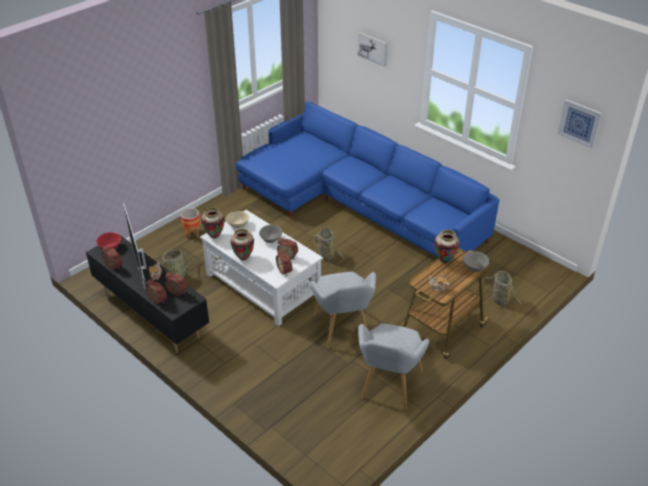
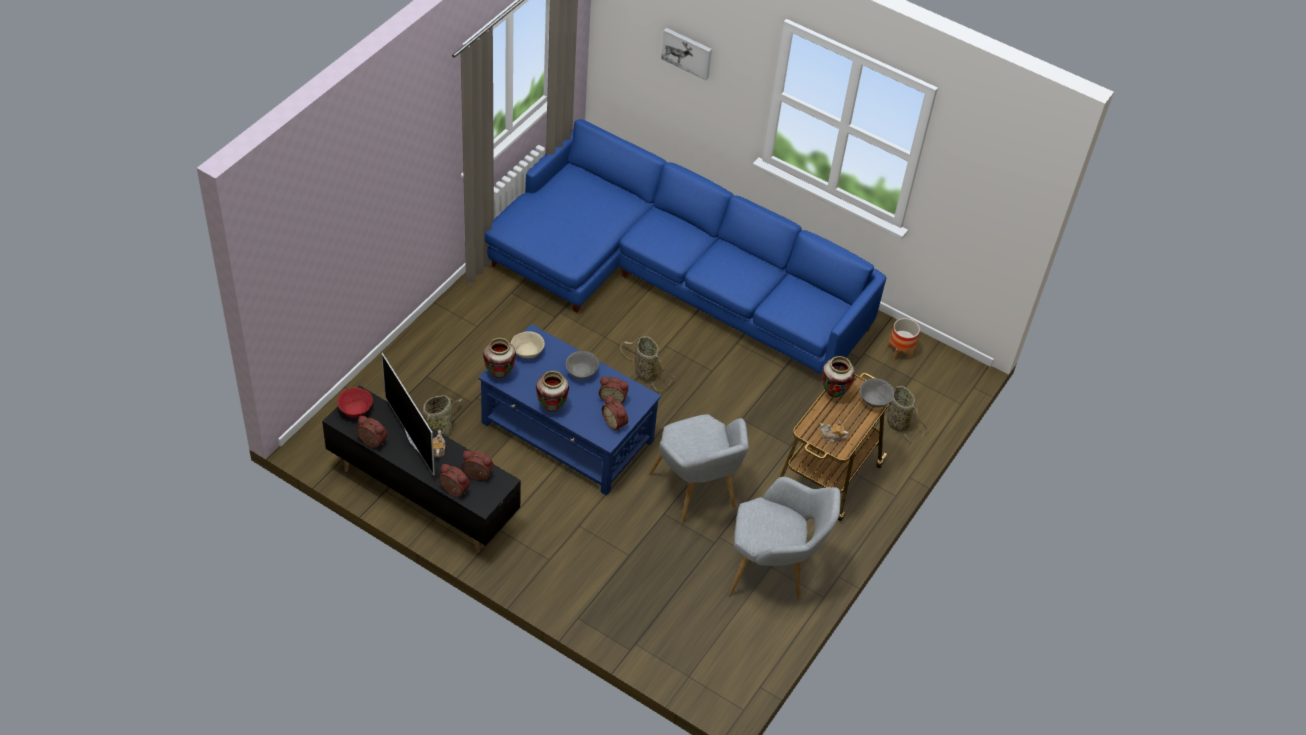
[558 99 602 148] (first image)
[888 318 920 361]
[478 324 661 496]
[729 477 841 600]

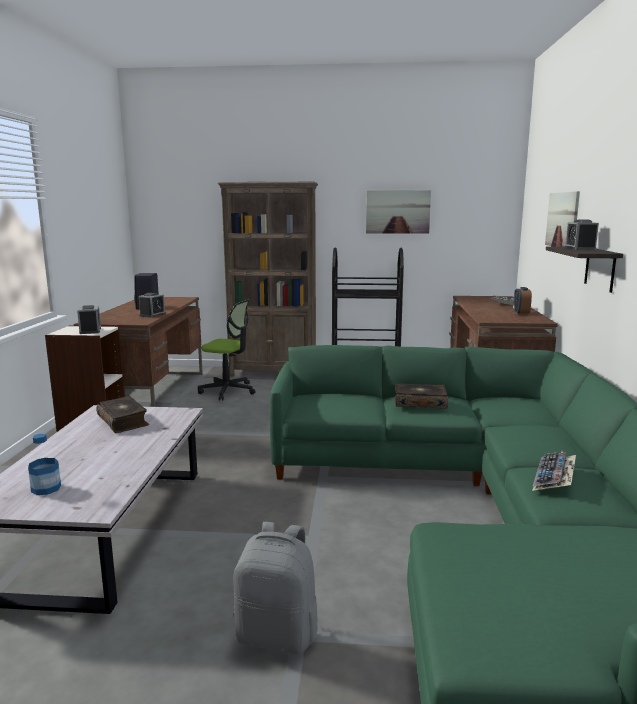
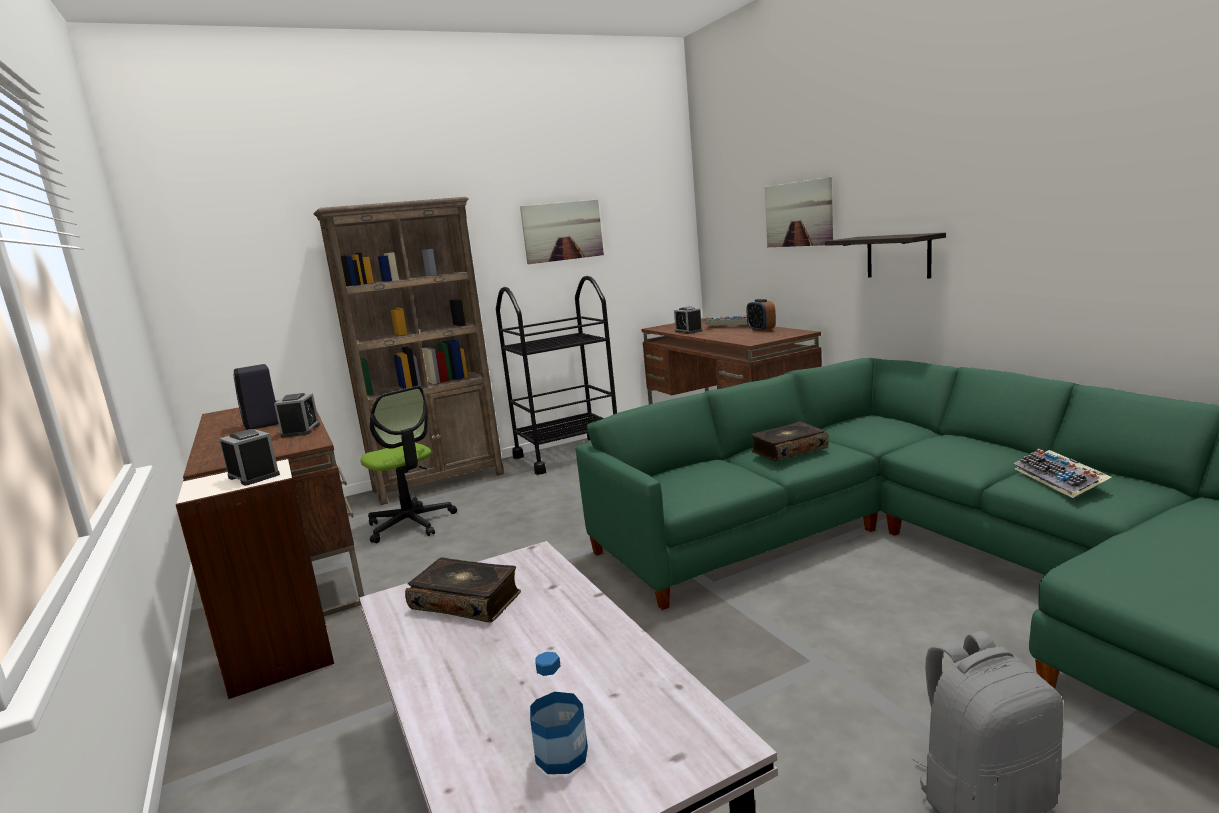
[674 306 703 334]
[361 386 457 543]

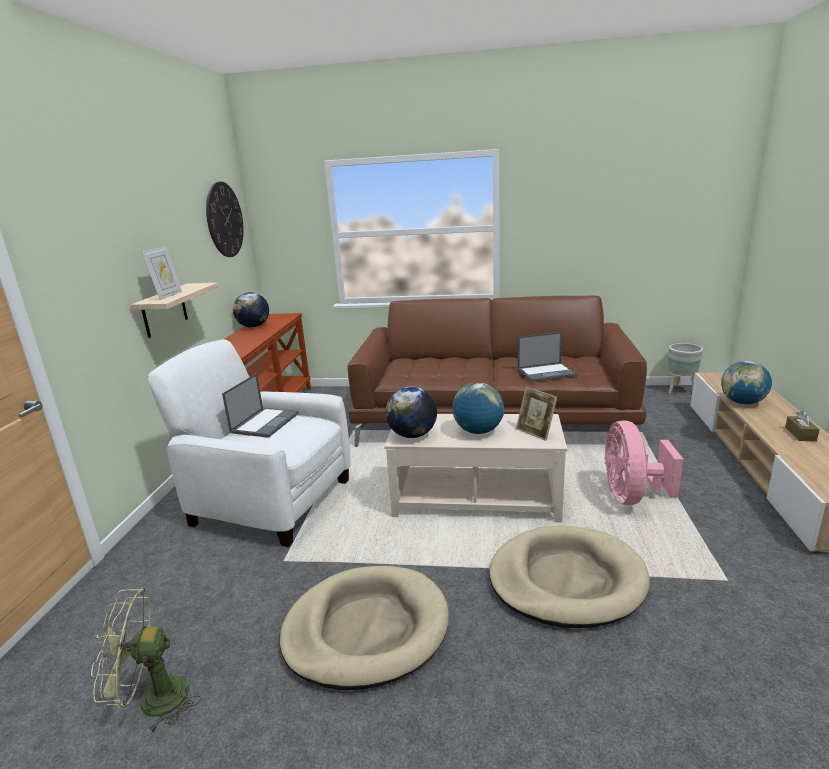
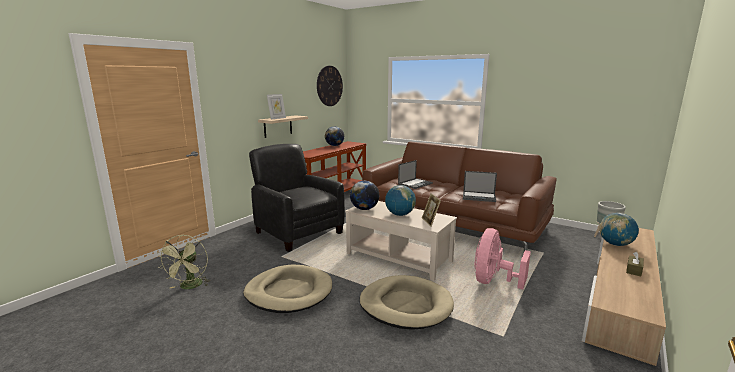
[249 144 345 252]
[398 160 433 189]
[158 235 208 289]

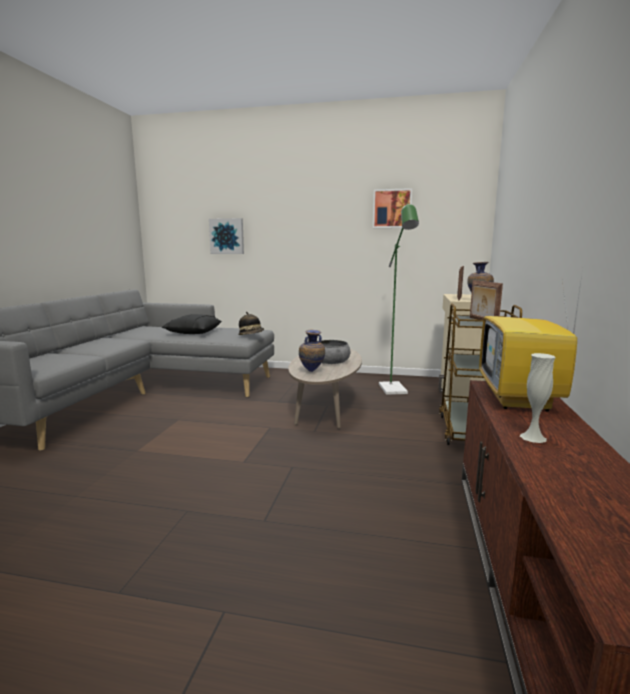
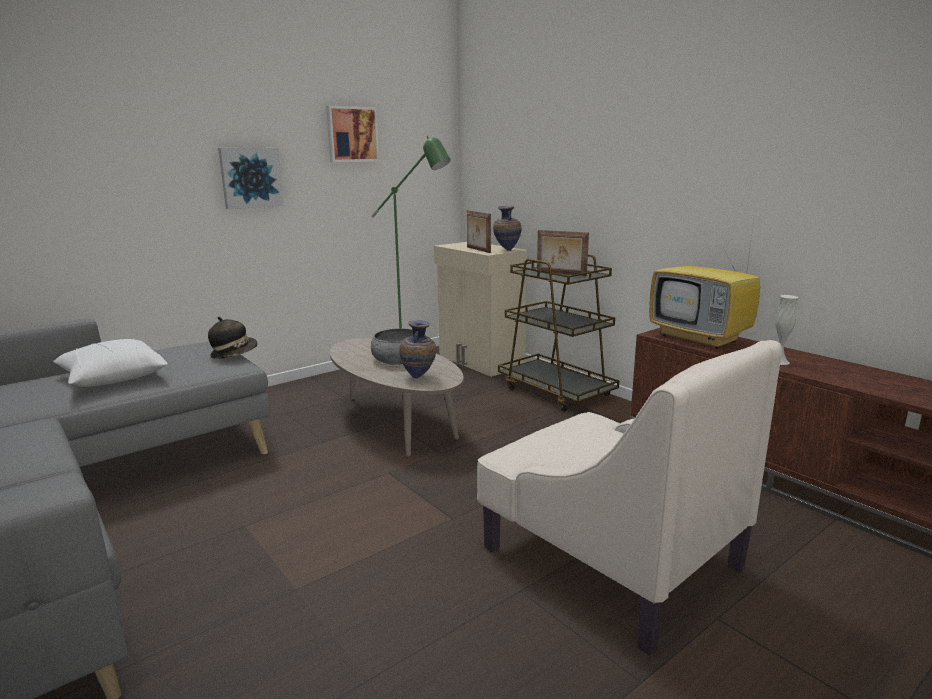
[218 148 284 209]
[53 338 168 387]
[477 340 782 656]

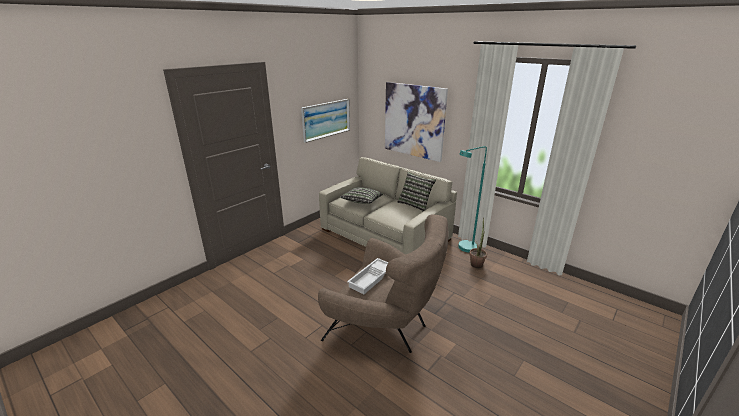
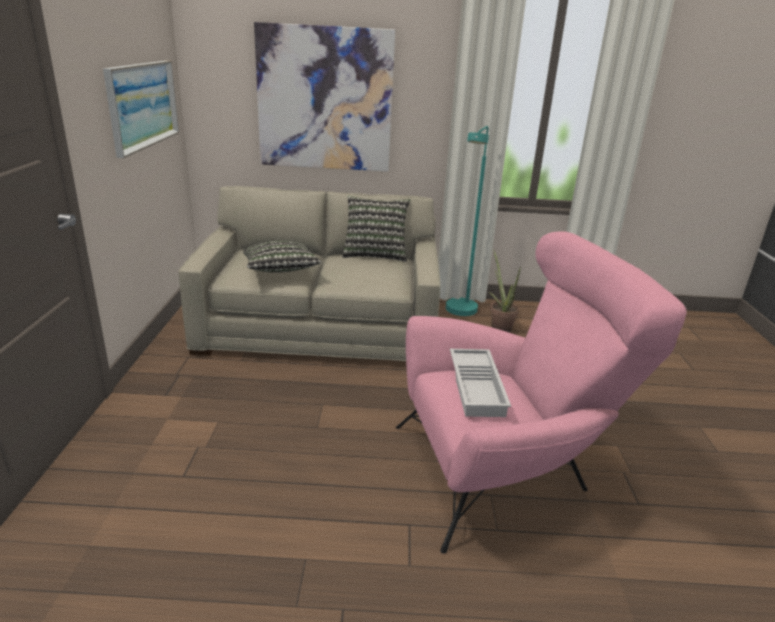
[396 231 687 554]

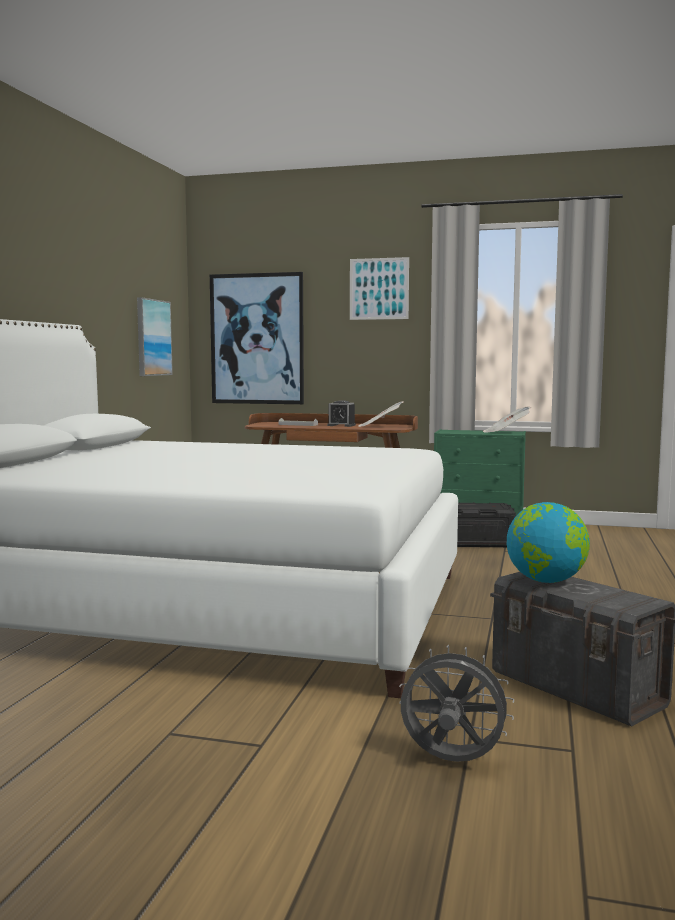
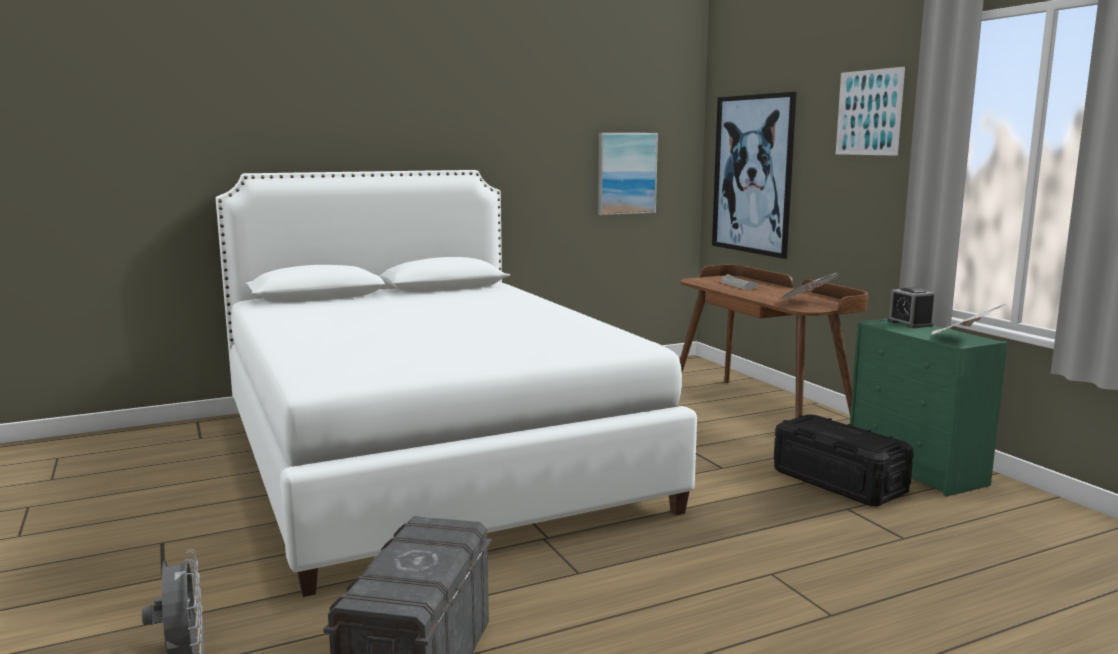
[888 287 935 328]
[507 502 590 583] (first image)

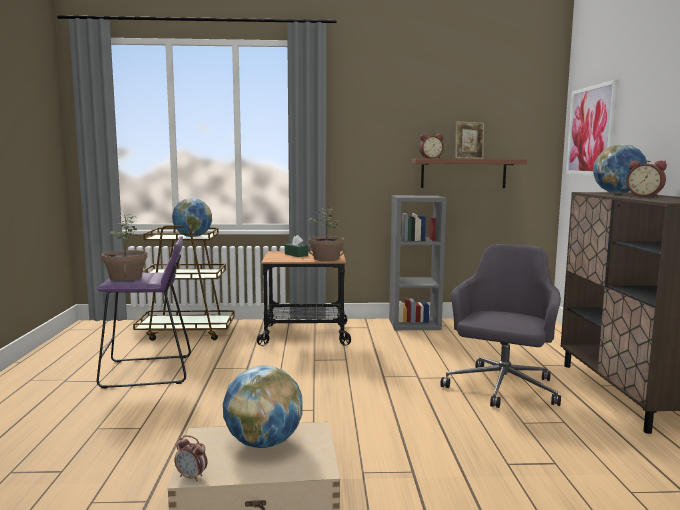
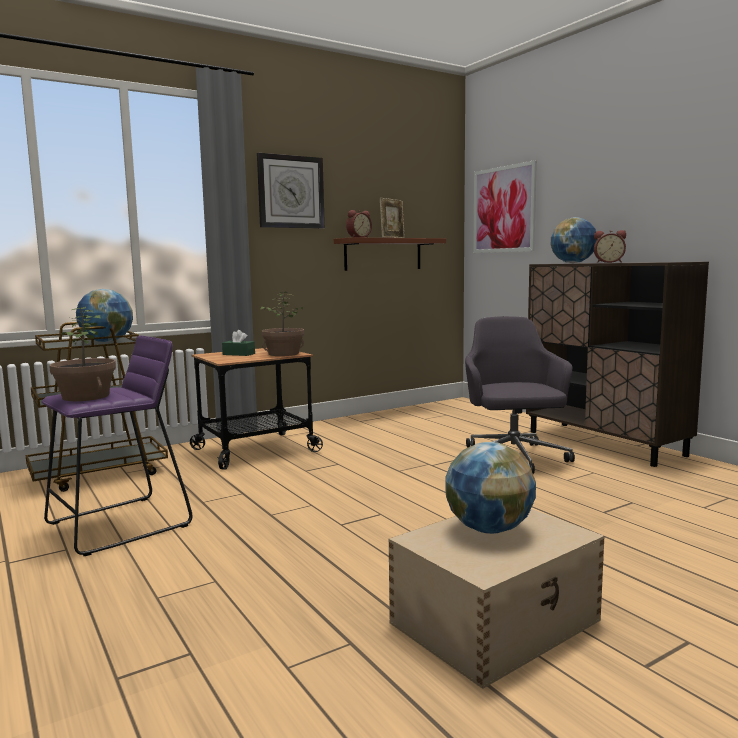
[389 195 446 330] (first image)
[175 435 208 482] (first image)
[257 153 325 228]

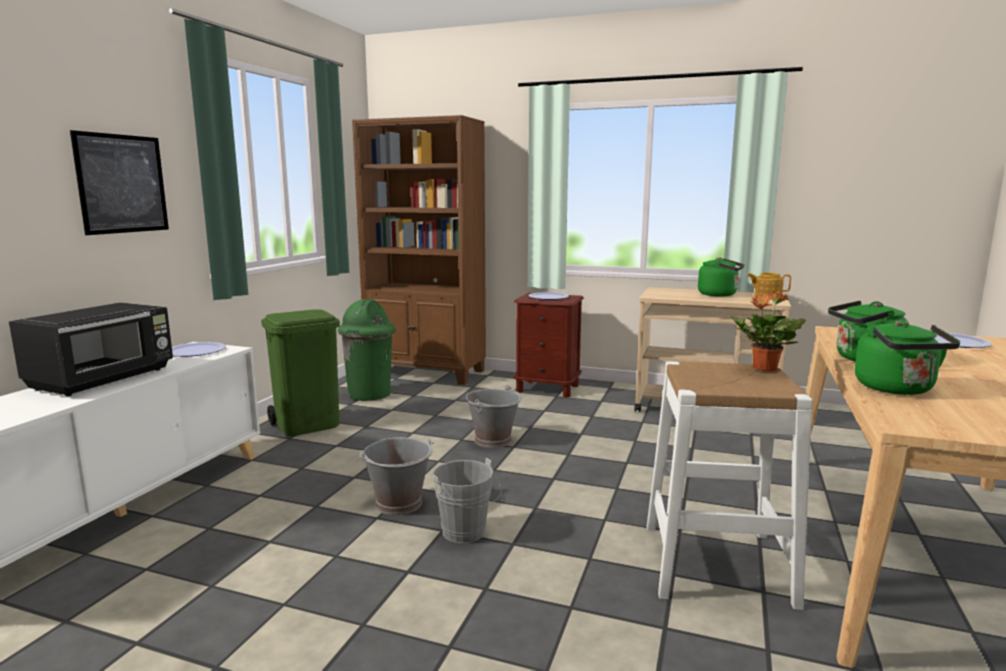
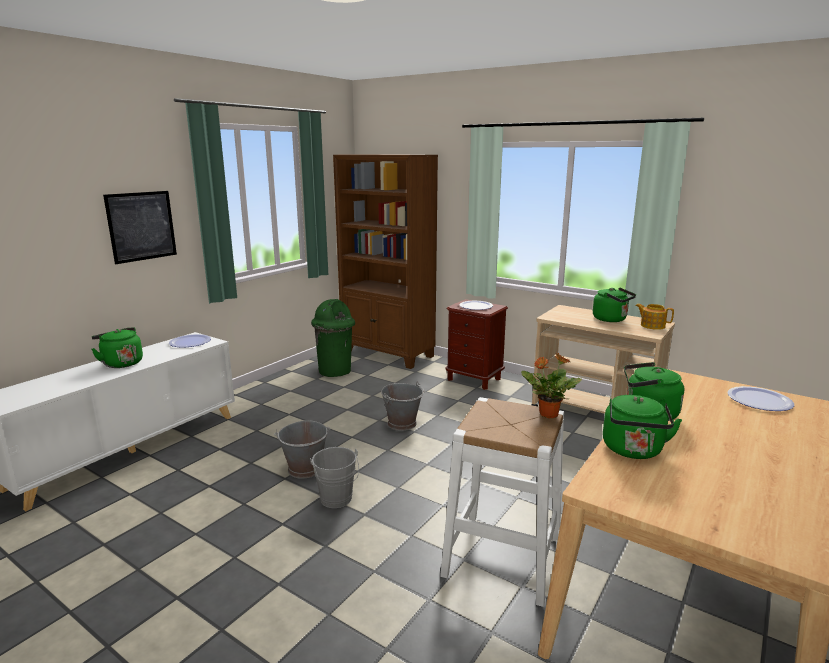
[91 327 143 368]
[261 309 340 436] (first image)

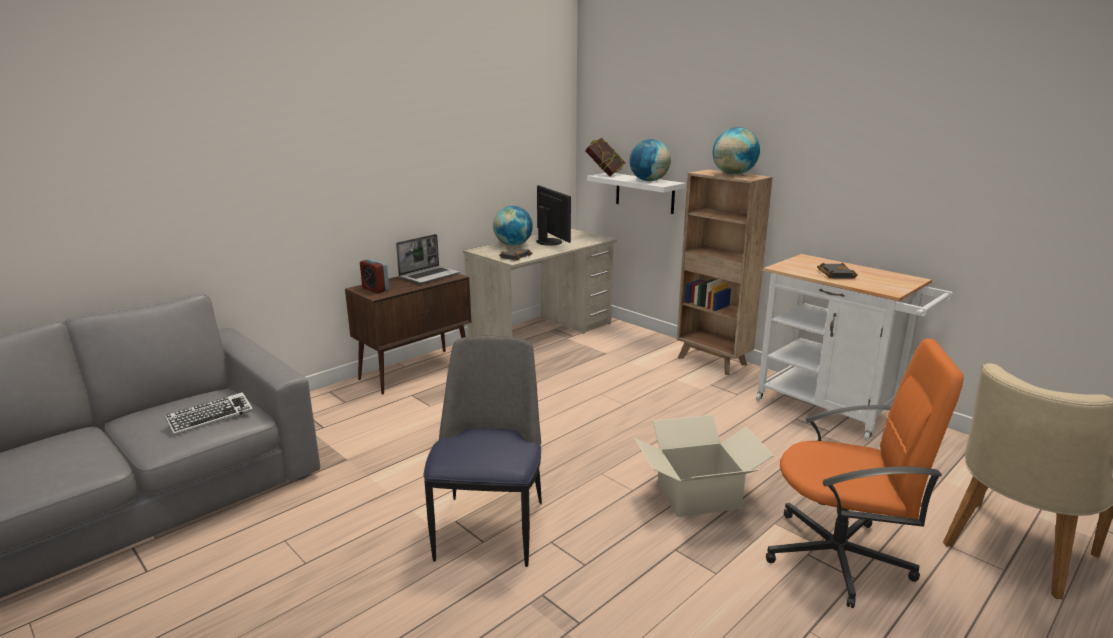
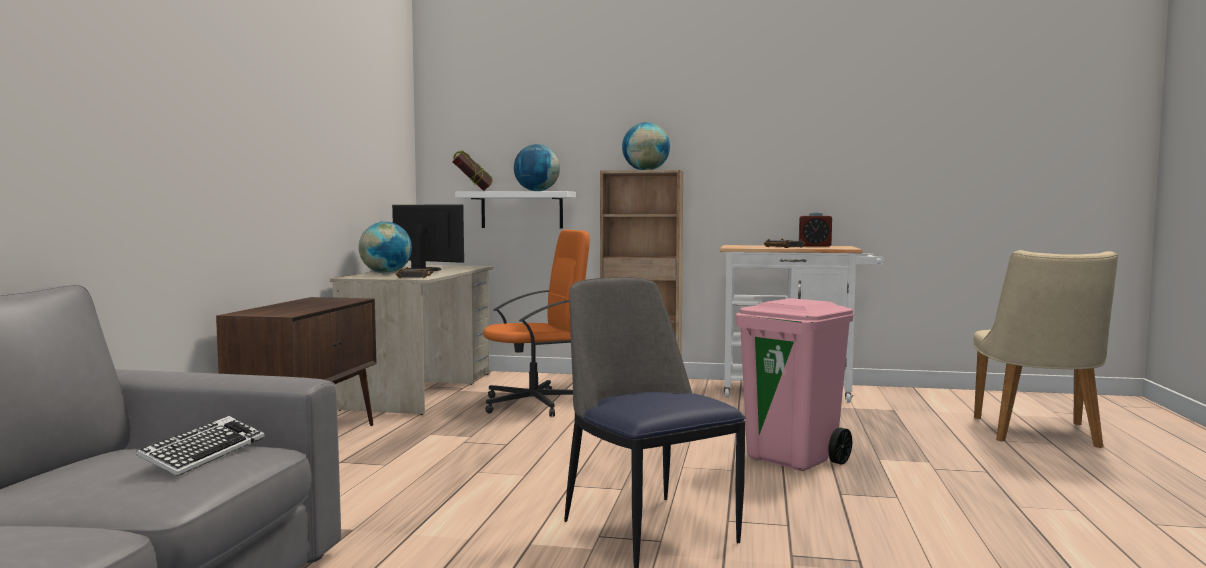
[396 234 460 284] (first image)
[799 212 832 247]
[483 230 590 417]
[736 298 853 471]

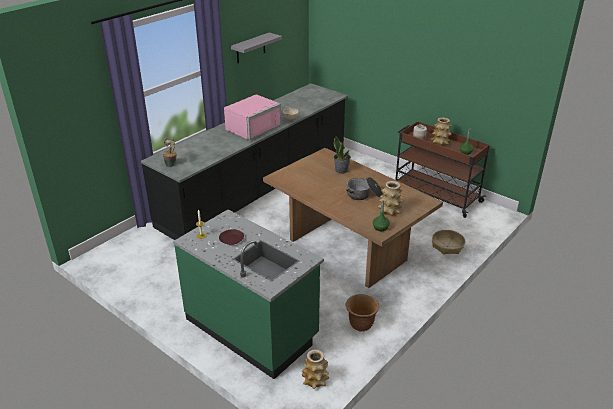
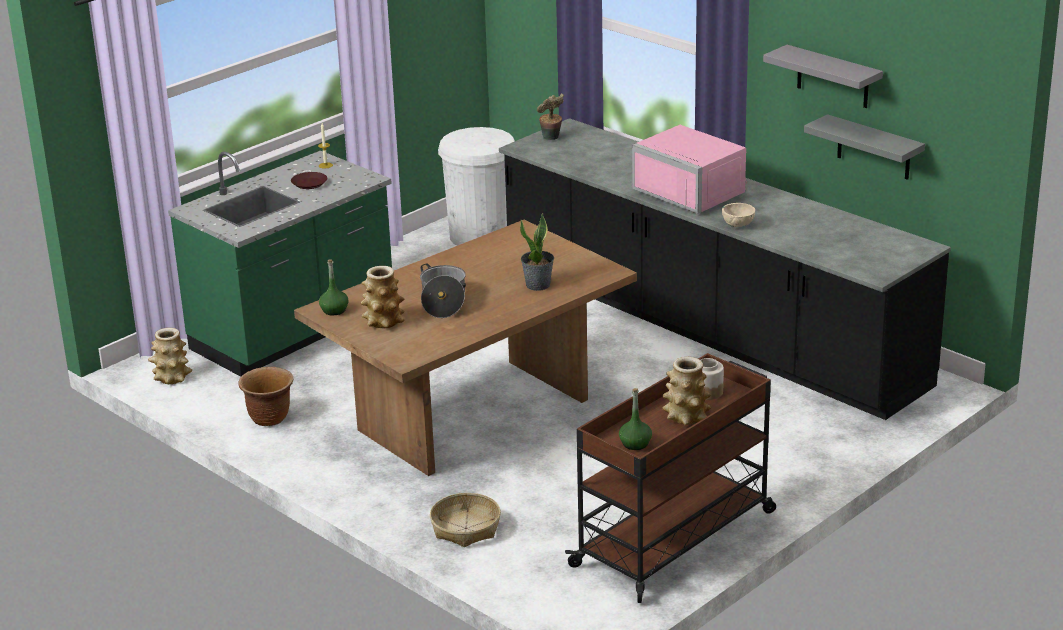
[804 114 925 180]
[438 127 515 246]

